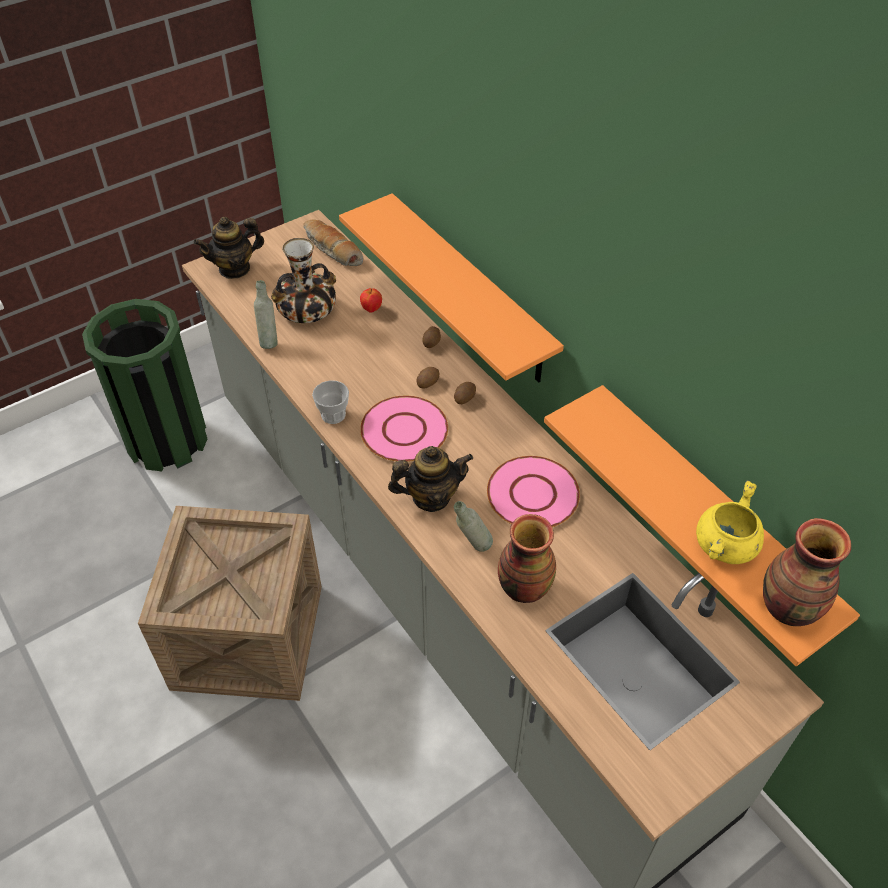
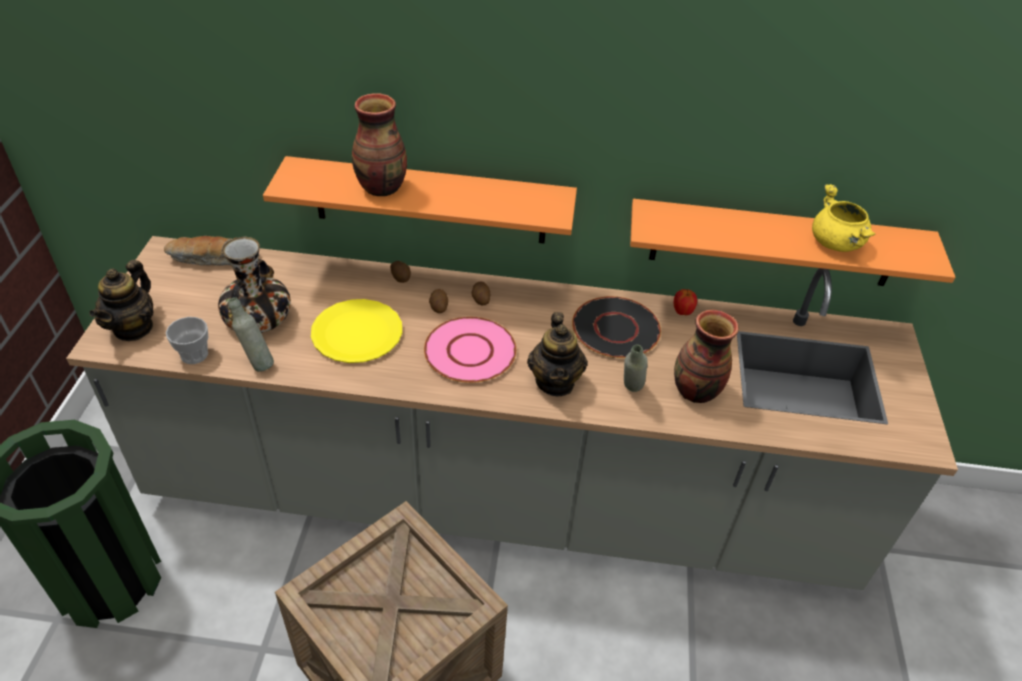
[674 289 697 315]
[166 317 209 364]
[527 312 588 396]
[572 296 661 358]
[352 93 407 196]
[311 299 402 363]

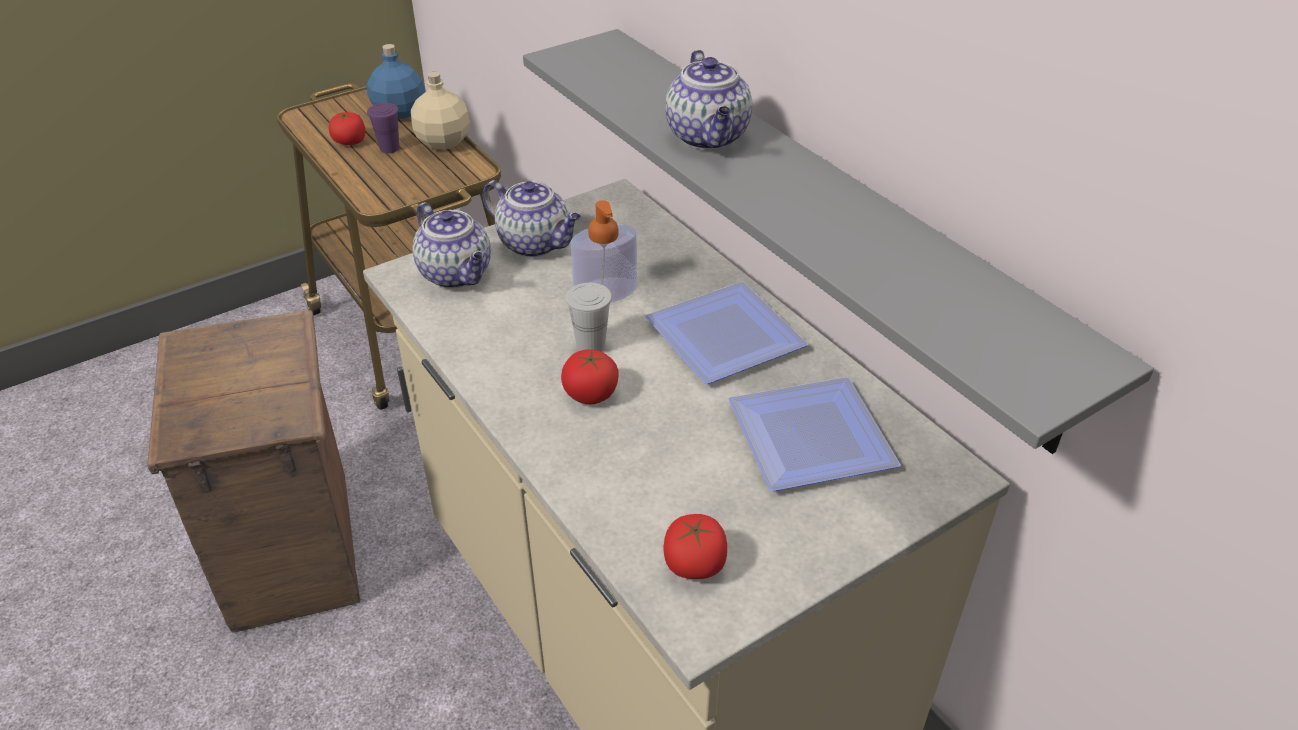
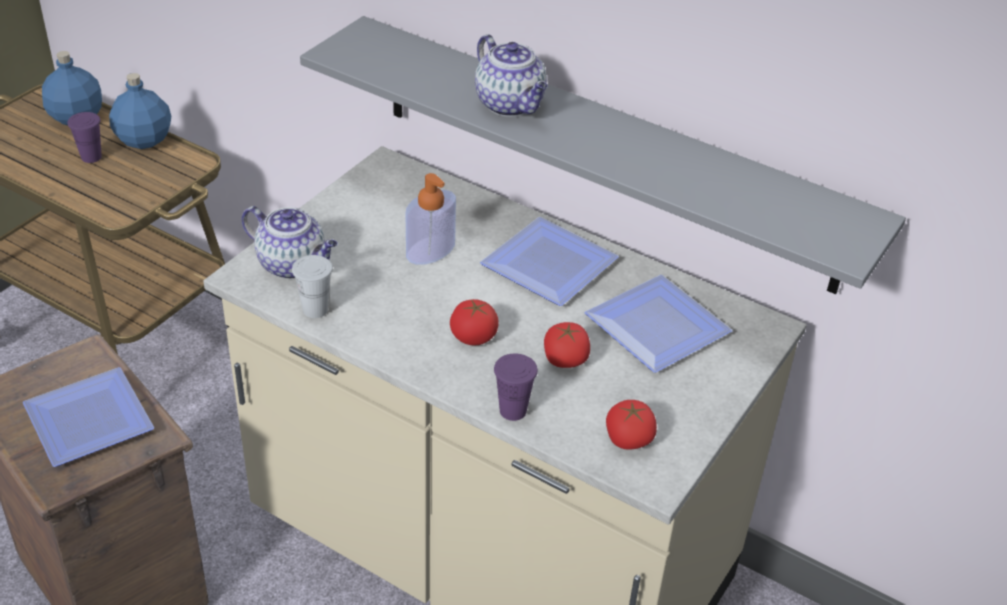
[109 73 171 149]
[544 322 590 368]
[482 180 581 257] (first image)
[292 255 333 318]
[494 354 538 421]
[22 367 154 467]

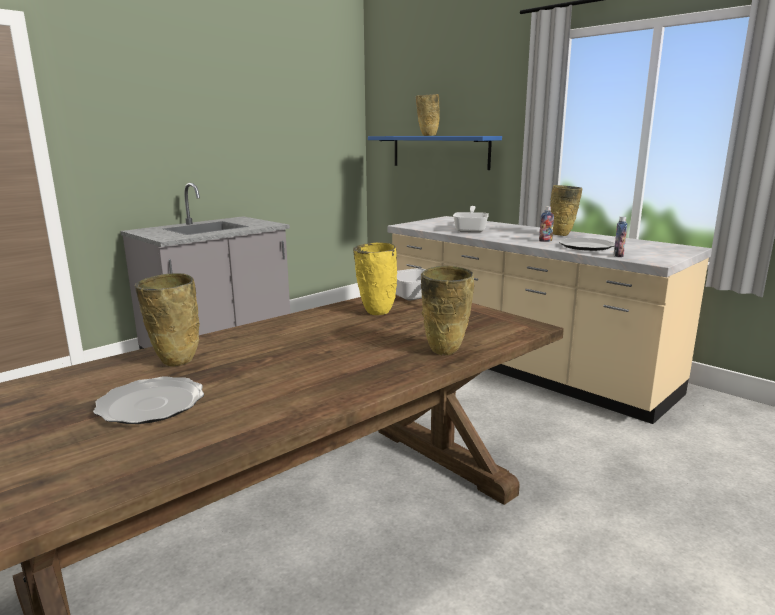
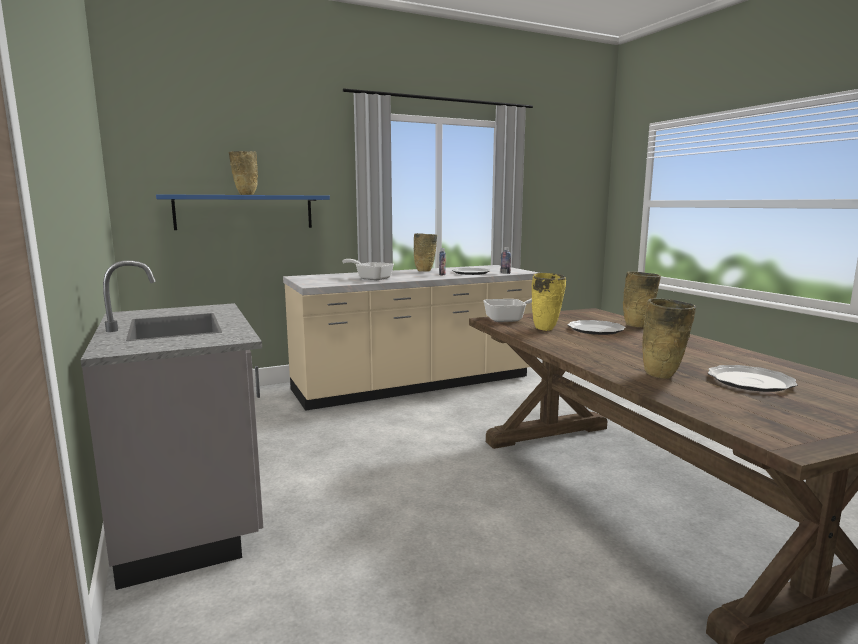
[567 320 626 335]

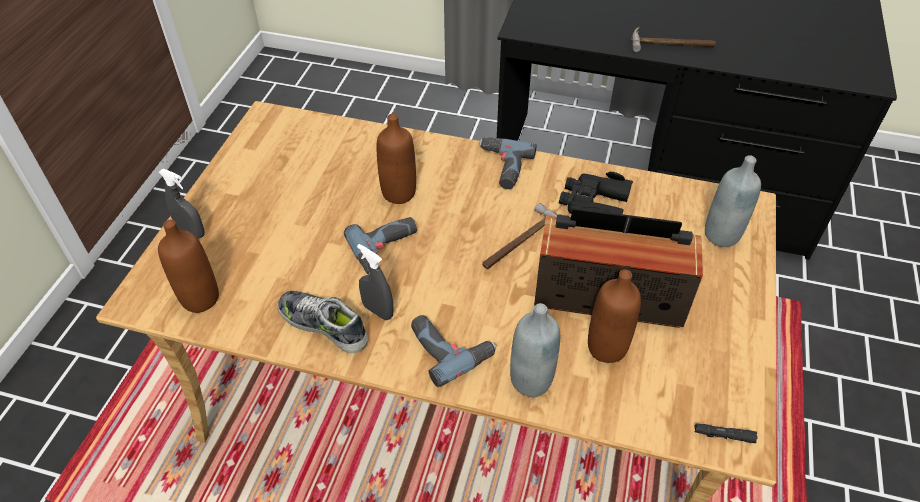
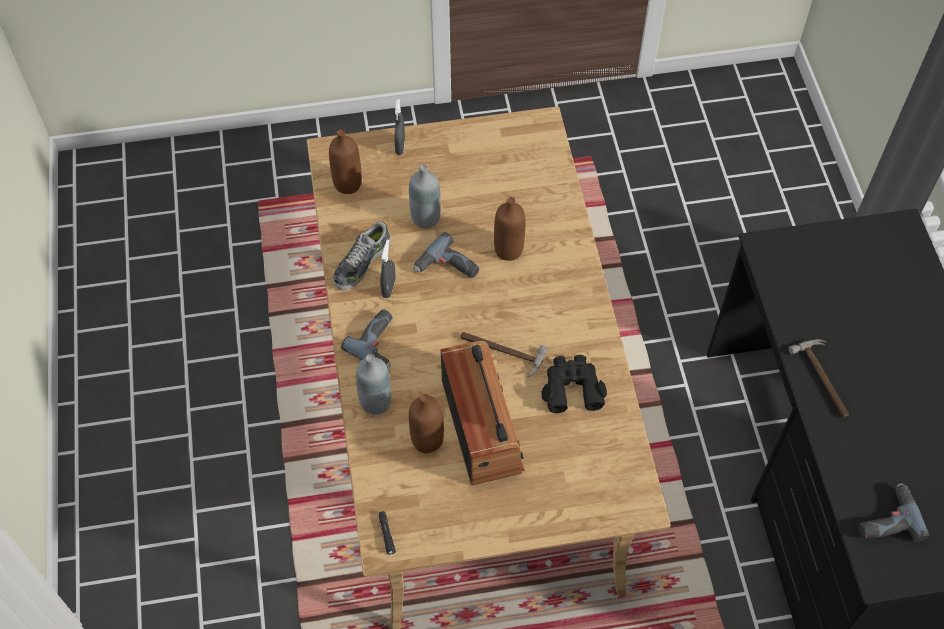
[859 483 929 541]
[409 164 441 229]
[333 221 391 290]

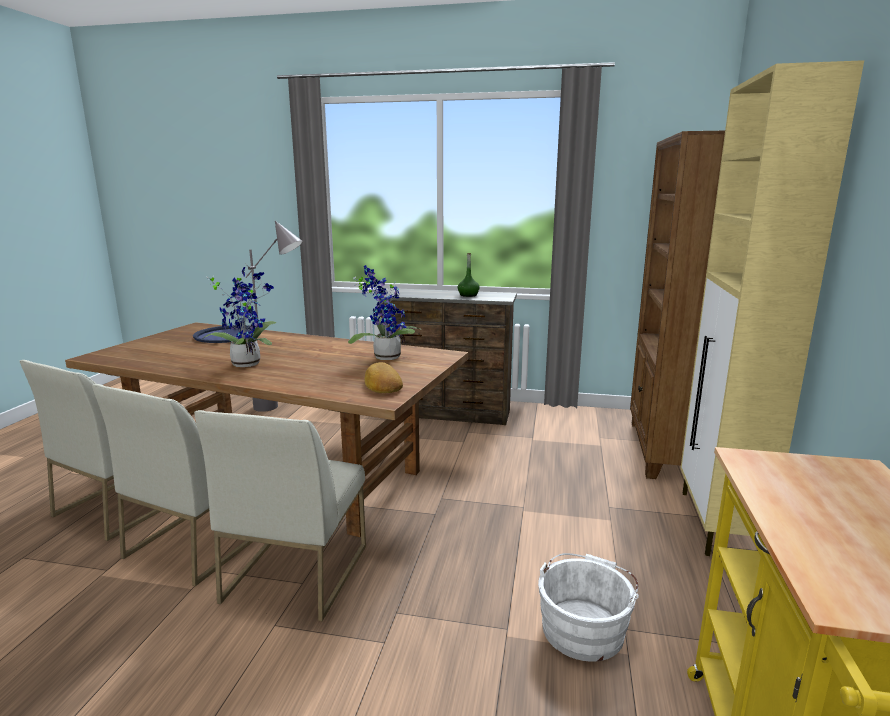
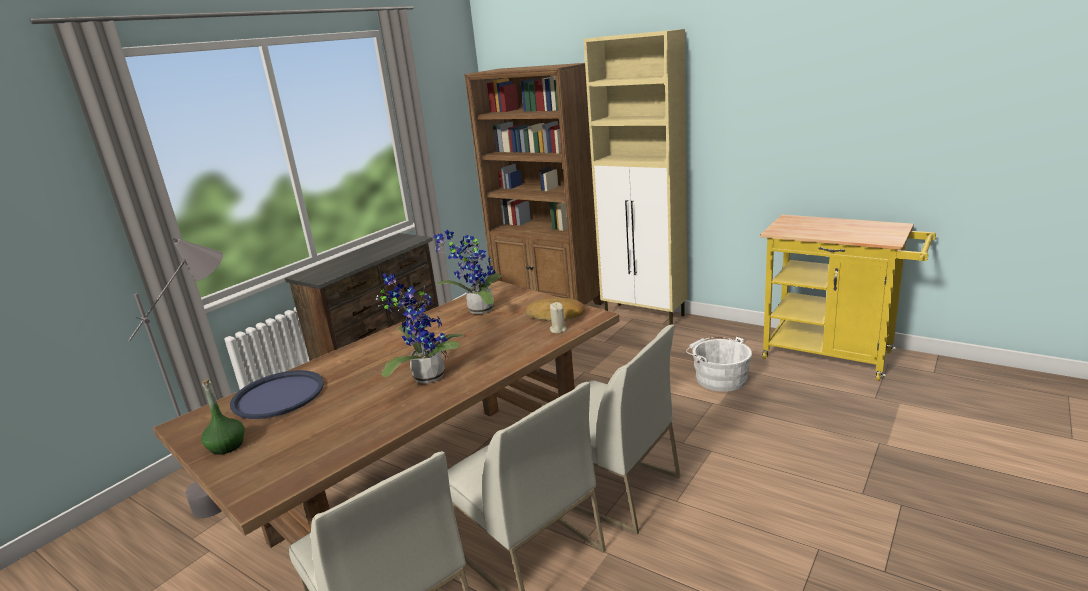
[201 379 245 455]
[550 302 567 333]

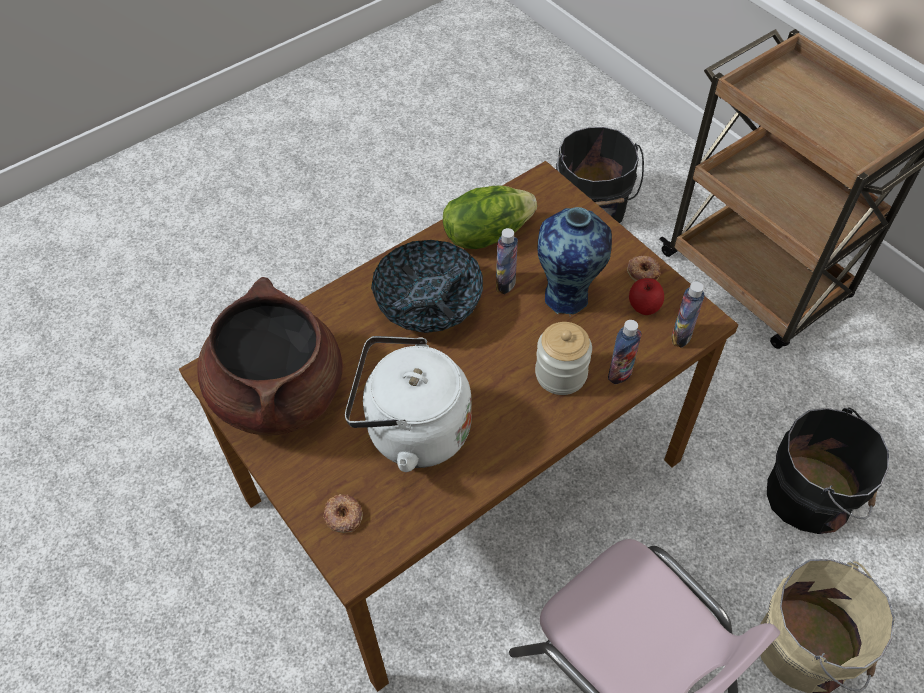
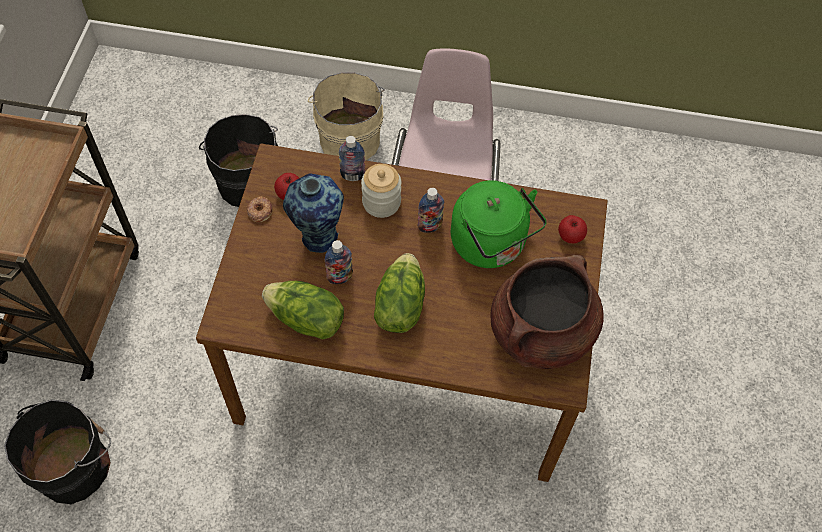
[374 253 425 333]
[418 188 444 233]
[451 180 547 268]
[558 215 587 243]

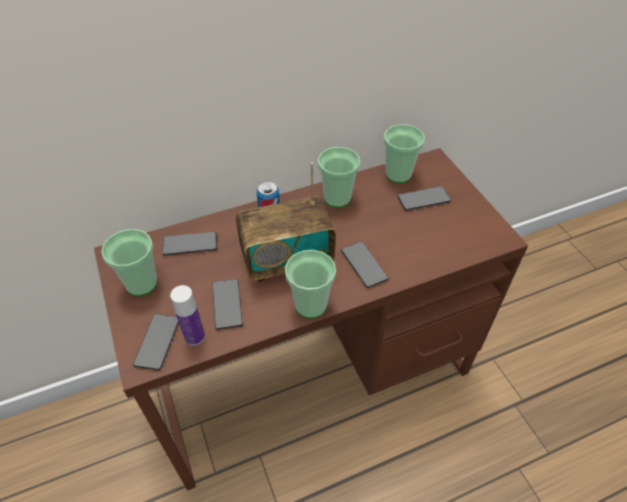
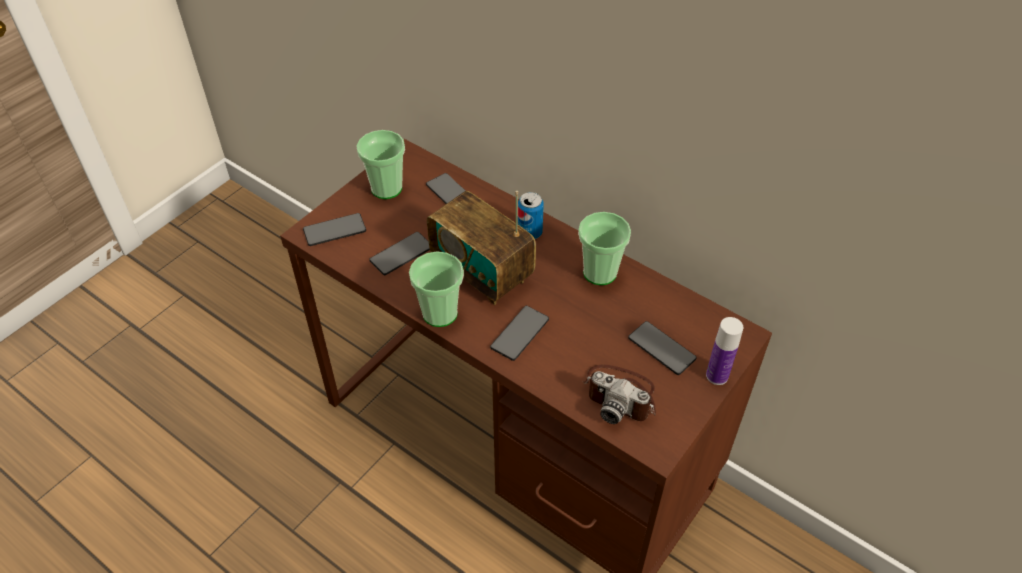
[384 124 425 183] (first image)
[706 317 743 385]
[583 364 656 424]

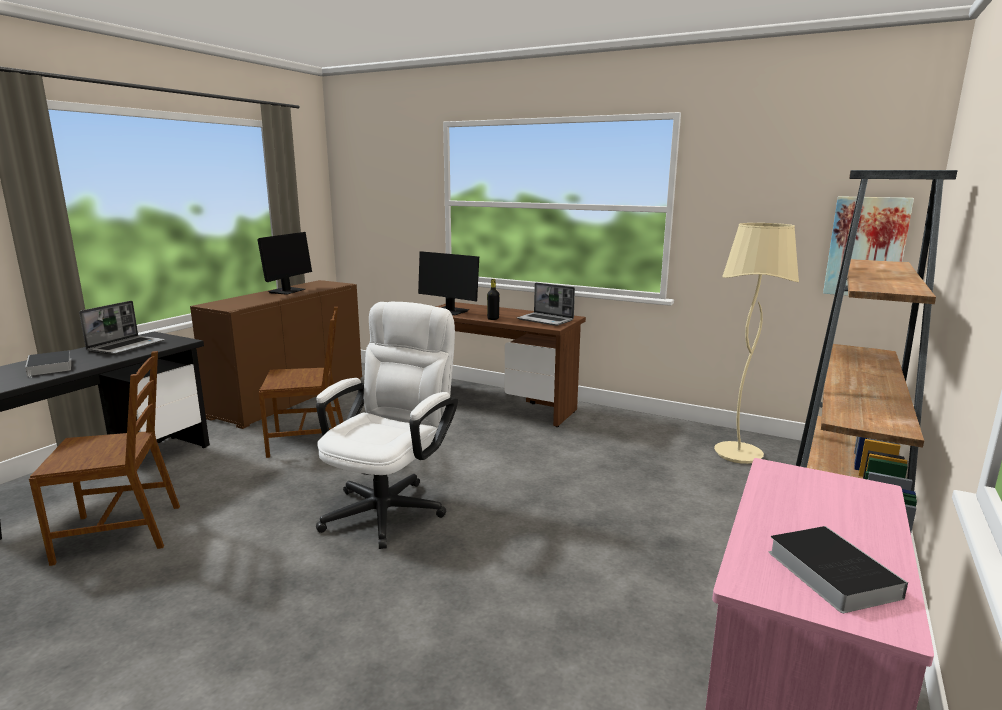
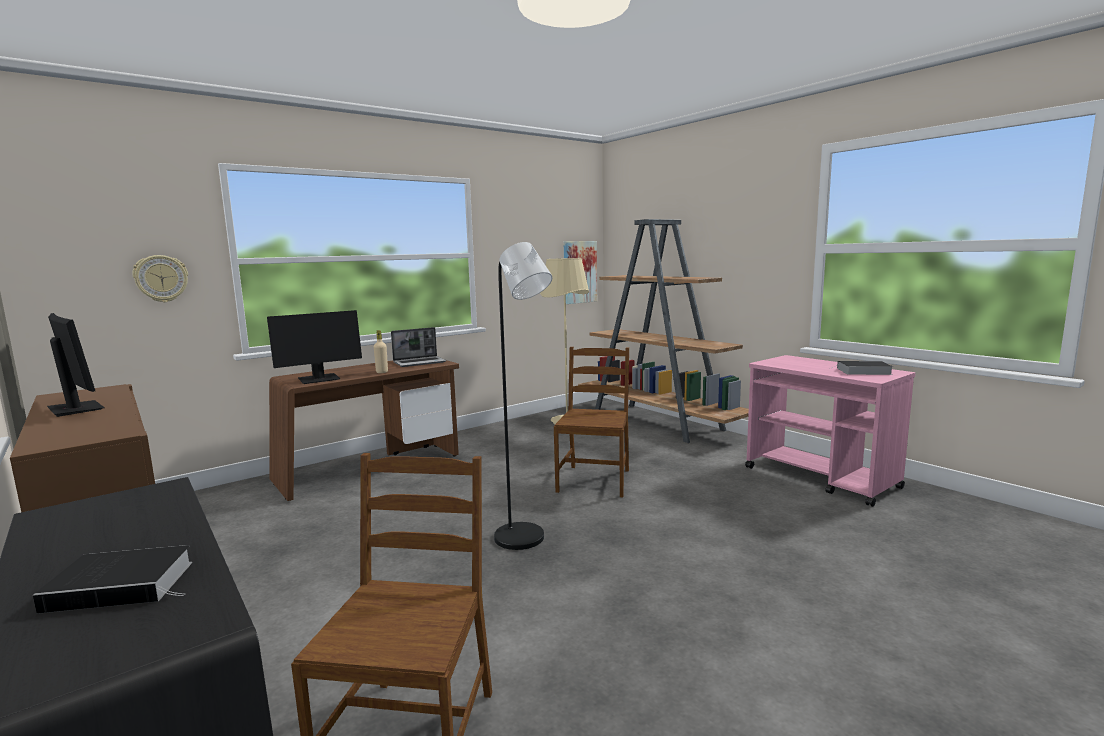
[374 330 388 373]
[79 301 165 355] (first image)
[494 242 552 550]
[554 347 629 497]
[132 255 188 302]

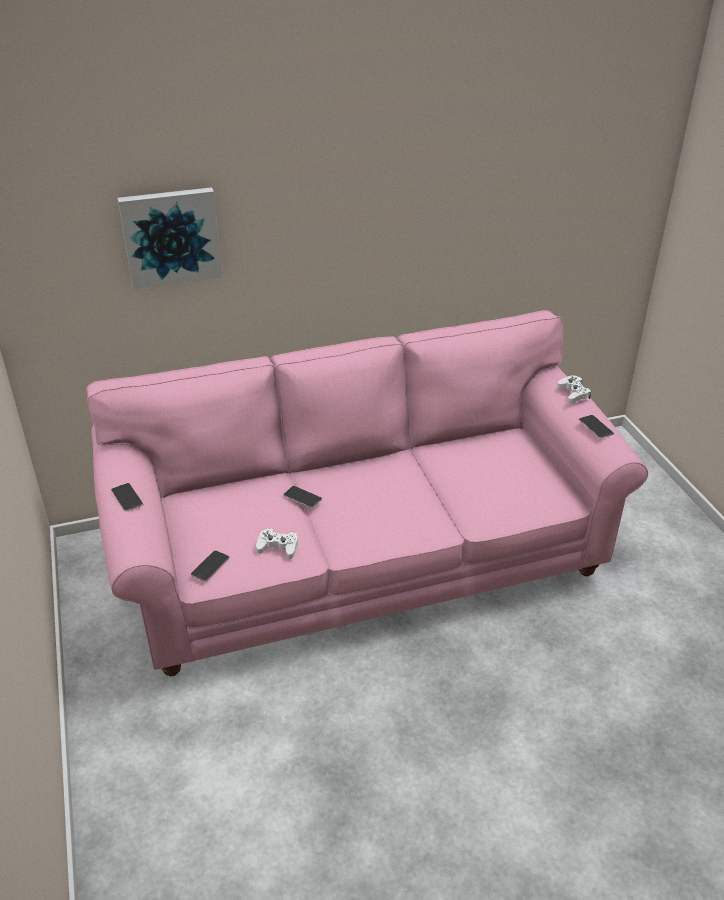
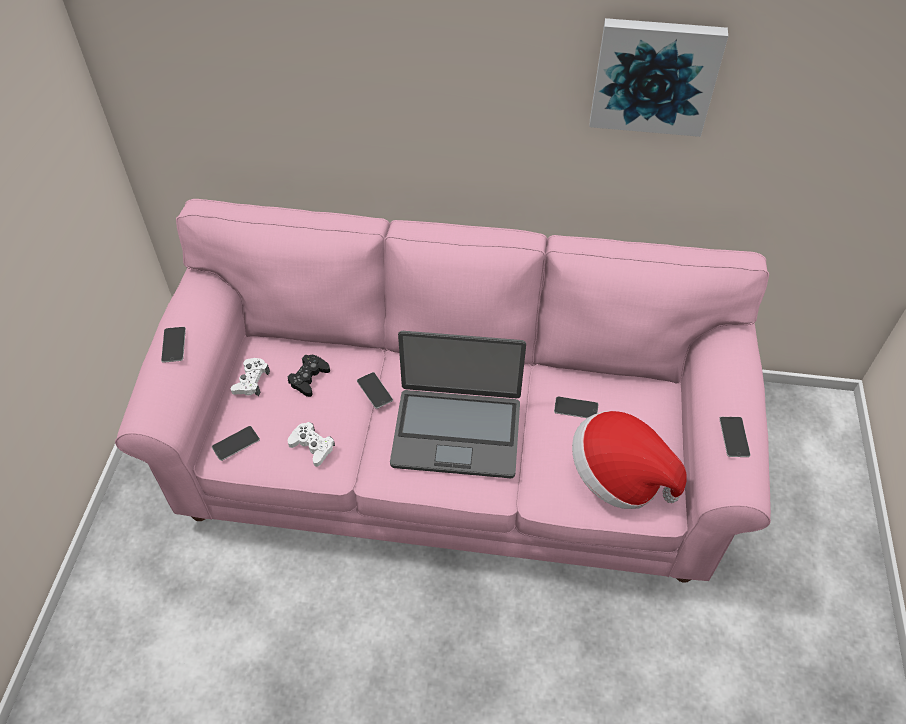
[589 18 728 137]
[230 358 270 396]
[390 331 526 478]
[288 355 330 397]
[554 396 598 418]
[572 411 687 509]

